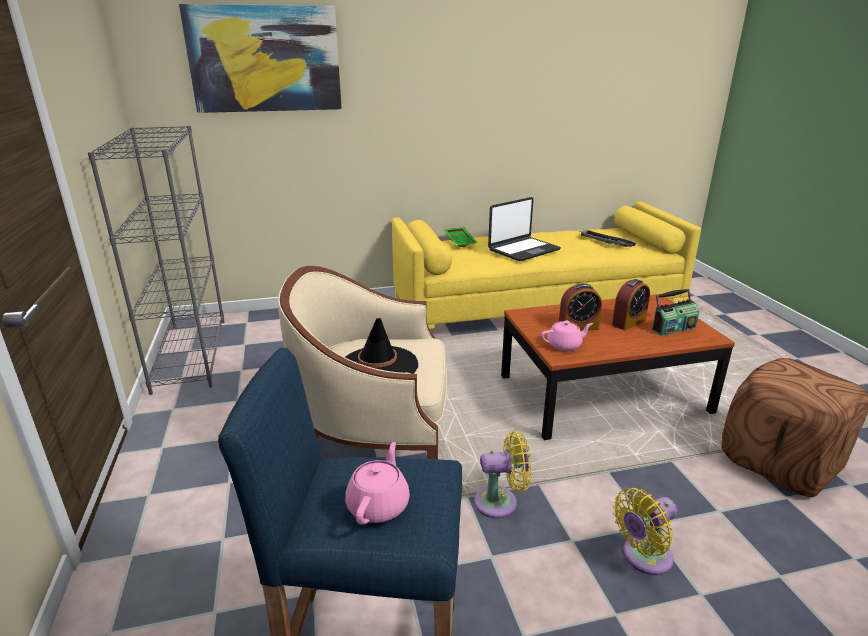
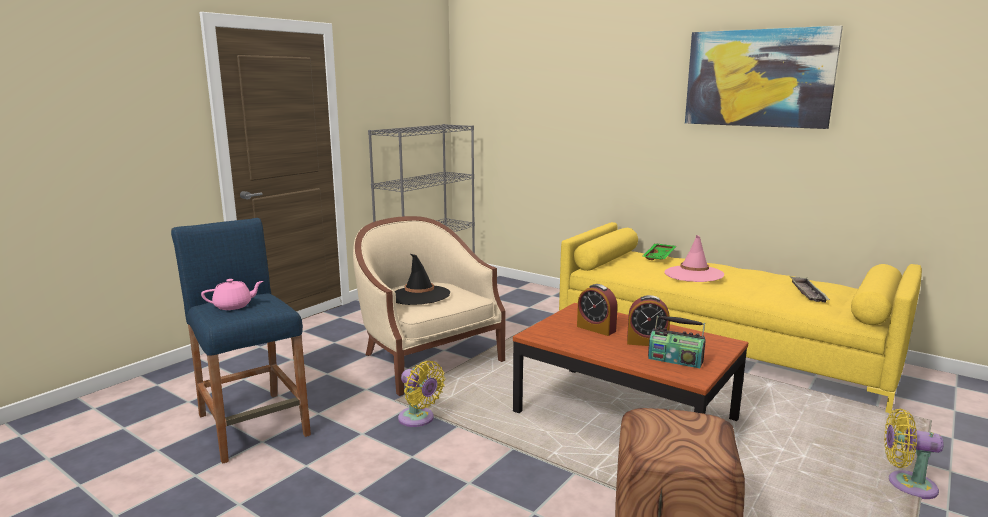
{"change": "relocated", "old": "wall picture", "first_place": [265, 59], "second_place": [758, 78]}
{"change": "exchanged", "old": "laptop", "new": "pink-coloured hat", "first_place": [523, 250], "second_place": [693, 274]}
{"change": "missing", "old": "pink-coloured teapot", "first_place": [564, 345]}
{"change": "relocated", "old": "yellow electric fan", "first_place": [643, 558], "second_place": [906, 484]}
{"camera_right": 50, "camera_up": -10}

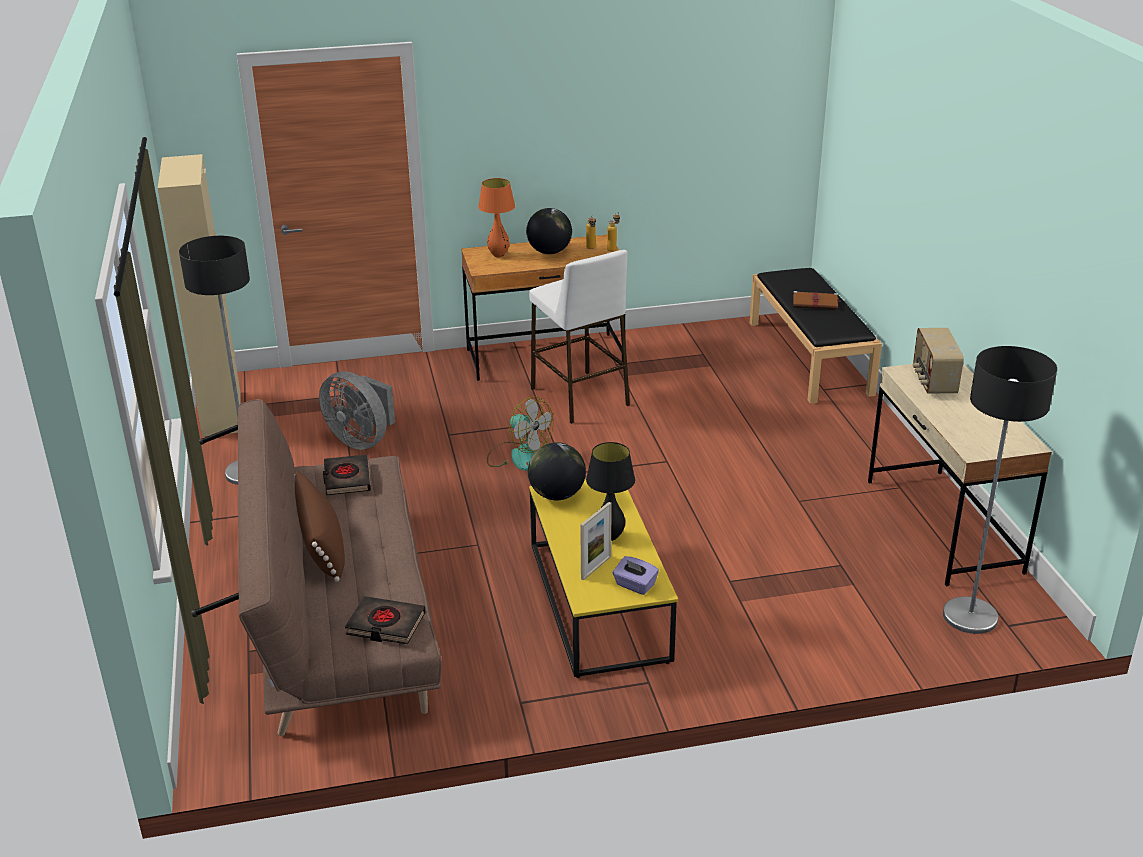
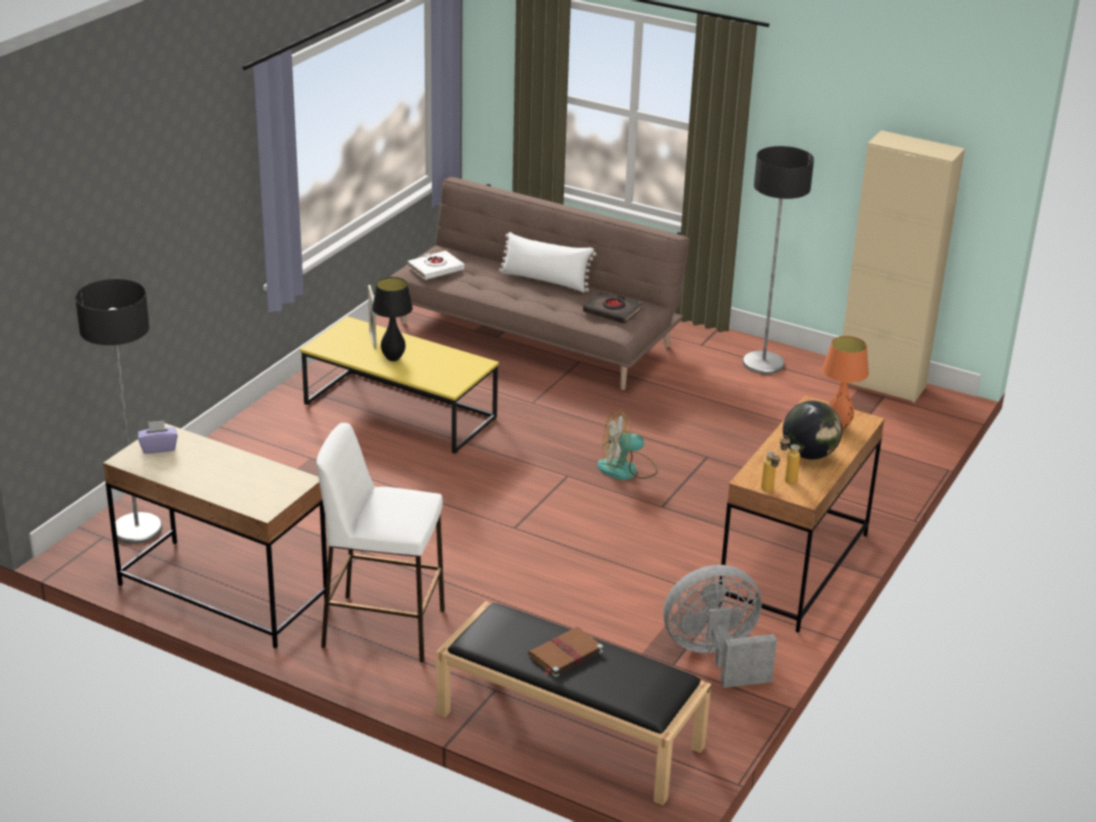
{"change": "relocated", "old": "white-coloured sitting stool", "first_place": [580, 397], "second_place": [382, 628]}
{"change": "missing", "old": "radio set", "first_place": [933, 382]}
{"change": "relocated", "old": "grey electric fan", "first_place": [361, 440], "second_place": [716, 656]}
{"change": "missing", "old": "desk globe", "first_place": [557, 495]}
{"change": "colour", "old": "brownish cushion", "new": "white-coloured cushion", "first_place": [322, 546], "second_place": [545, 280]}
{"change": "relocated", "old": "purple-coloured box of tissues", "first_place": [635, 585], "second_place": [158, 448]}
{"change": "colour", "old": "blackish volume", "new": "white-coloured volume", "first_place": [385, 625], "second_place": [435, 269]}
{"camera_right": 130, "camera_up": 0}

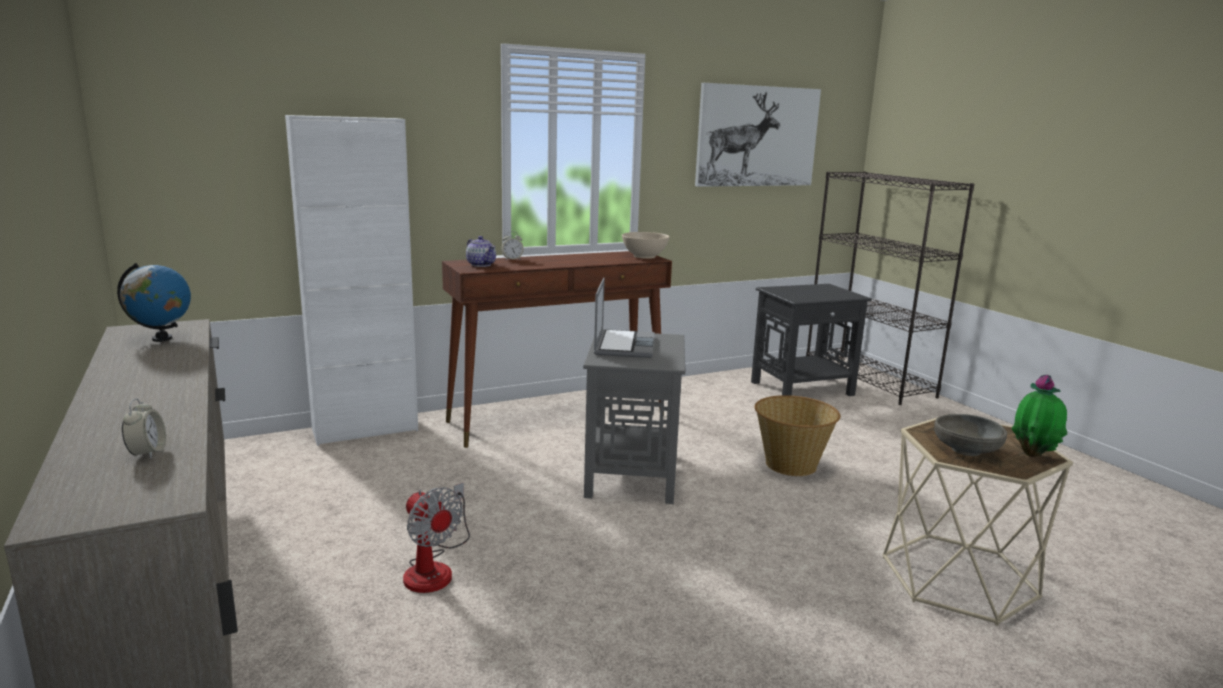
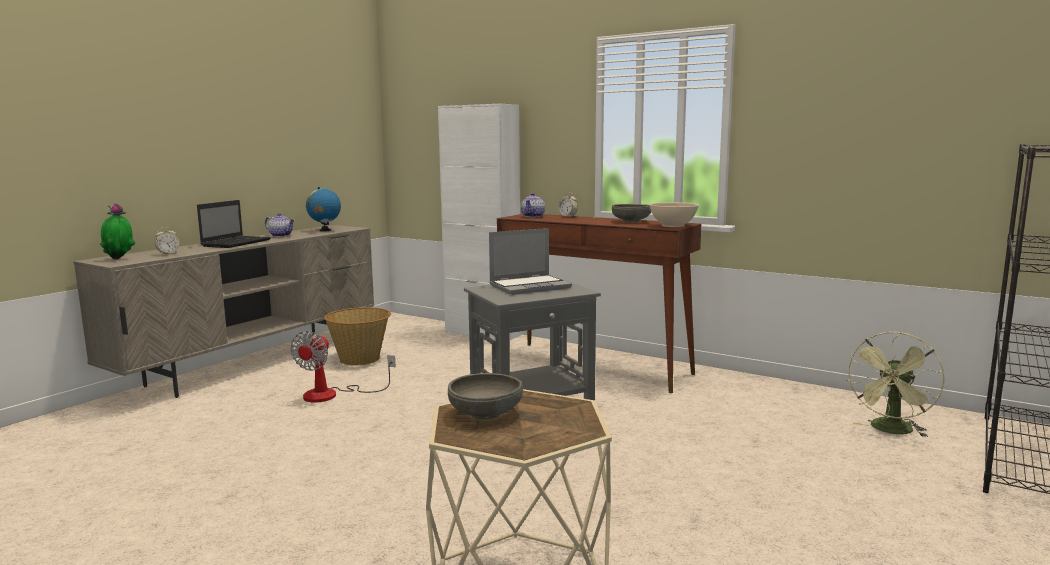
{"change": "missing", "old": "wall picture", "first_place": [757, 136]}
{"change": "exchanged", "old": "blackish end table", "new": "green-coloured electric fan", "first_place": [803, 388], "second_place": [891, 431]}
{"change": "relocated", "old": "houseplant", "first_place": [1033, 454], "second_place": [119, 259]}
{"change": "relocated", "old": "storage basket", "first_place": [791, 464], "second_place": [360, 359]}
{"change": "appeared", "new": "laptop", "second_place": [237, 243]}
{"change": "appeared", "new": "grey serving bowl", "second_place": [631, 221]}
{"change": "appeared", "new": "teapot", "second_place": [281, 235]}
{"camera_right": 60, "camera_up": -5}

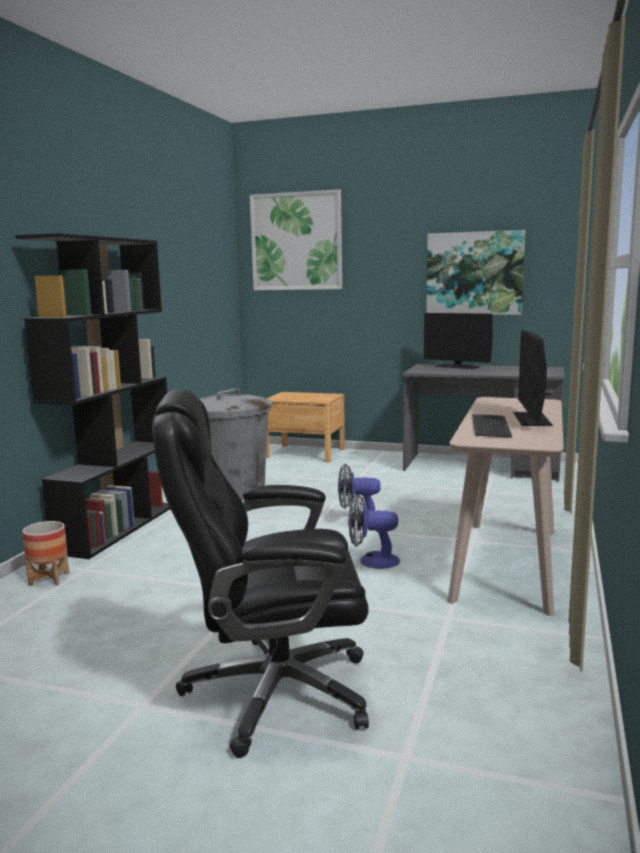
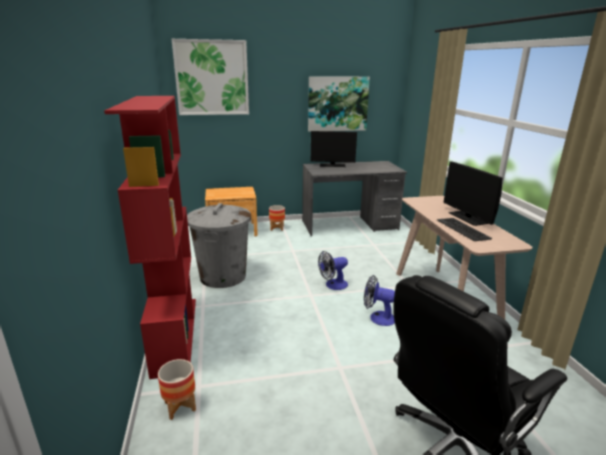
{"change": "colour", "old": "blackish bookshelf", "new": "reddish bookshelf", "first_place": [117, 527], "second_place": [175, 334]}
{"change": "spun", "old": "electric fan", "first_place": [372, 561], "second_place": [378, 317], "degrees": 45}
{"change": "appeared", "new": "planter", "second_place": [277, 228]}
{"camera_right": -30, "camera_up": 10}

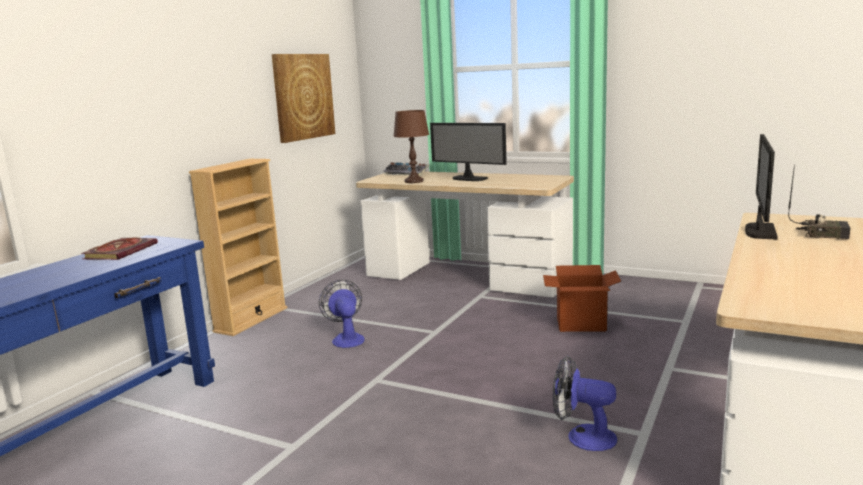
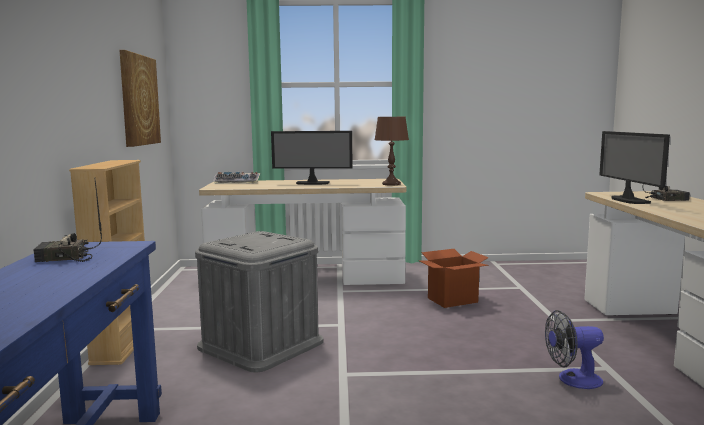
{"change": "relocated", "old": "brownish tabletop lamp", "first_place": [414, 181], "second_place": [391, 184]}
{"change": "exchanged", "old": "volume", "new": "radio set", "first_place": [121, 251], "second_place": [64, 258]}
{"change": "exchanged", "old": "electric fan", "new": "grey storage container", "first_place": [346, 338], "second_place": [261, 344]}
{"camera_right": -30, "camera_up": -5}

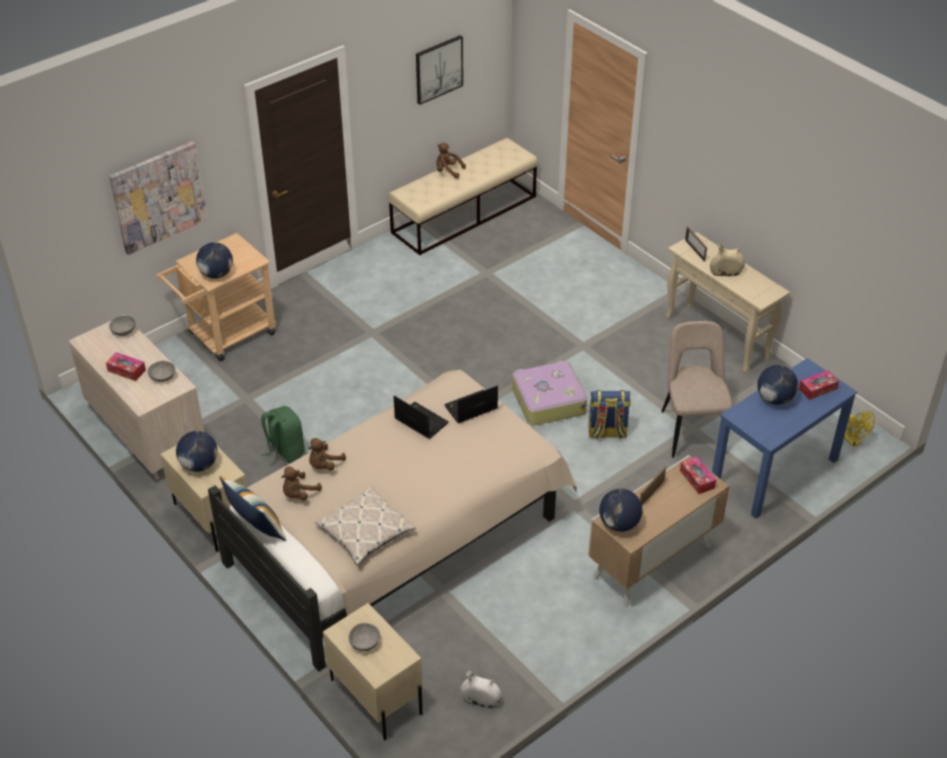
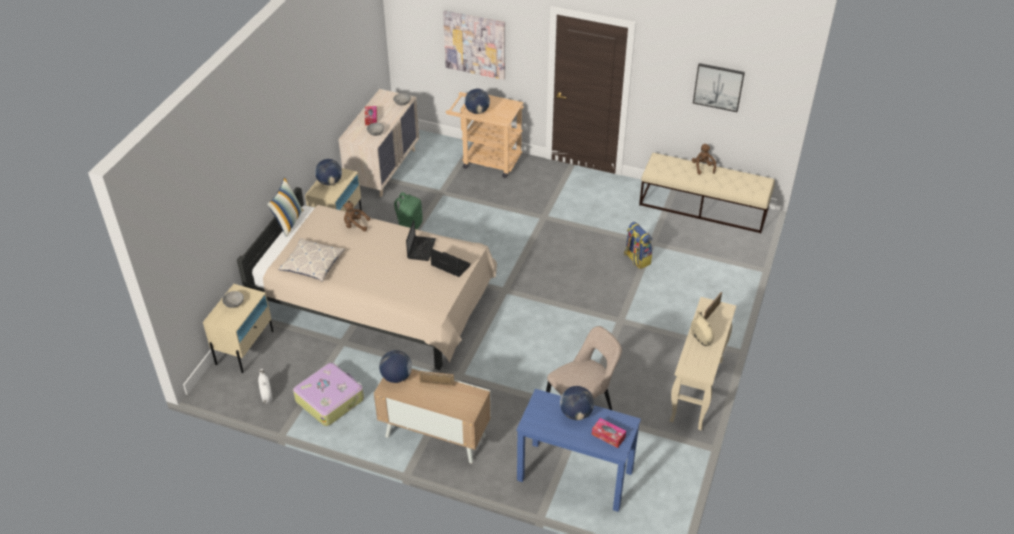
{"change": "relocated", "old": "piece of luggage", "first_place": [547, 401], "second_place": [330, 399]}
{"change": "relocated", "old": "knapsack", "first_place": [607, 432], "second_place": [636, 259]}
{"change": "missing", "old": "yellow electric fan", "first_place": [853, 441]}
{"change": "missing", "old": "box of tissues", "first_place": [697, 479]}
{"change": "missing", "old": "brownish cuddly toy", "first_place": [299, 494]}
{"camera_right": 60, "camera_up": 0}

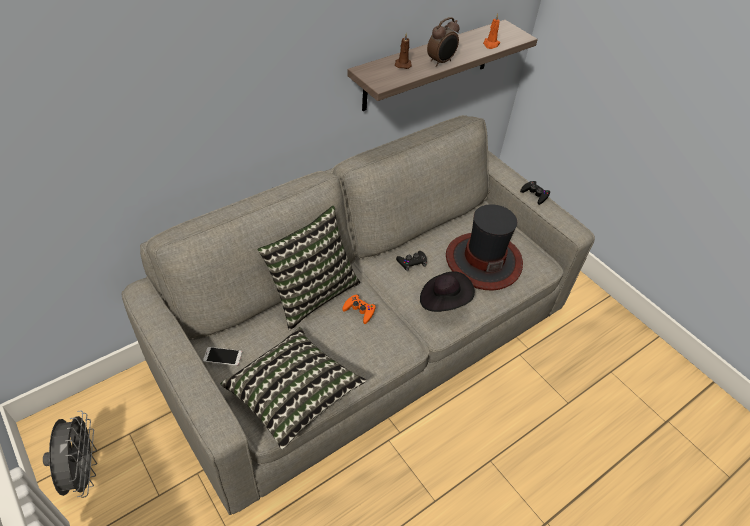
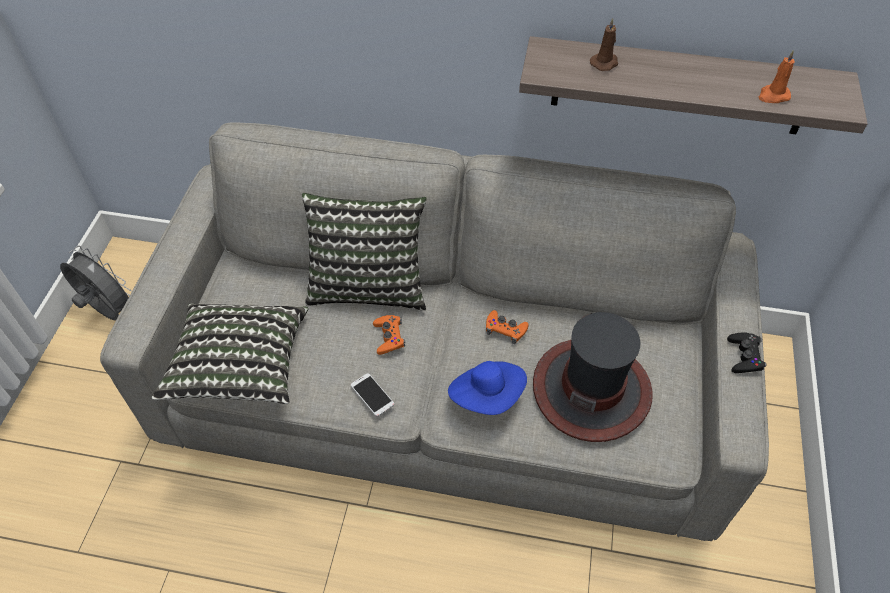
{"change": "missing", "old": "table clock", "first_place": [441, 62]}
{"change": "colour", "old": "blackish game controller", "new": "orange game controller", "first_place": [412, 262], "second_place": [505, 329]}
{"change": "colour", "old": "blackish hat", "new": "blue hat", "first_place": [444, 300], "second_place": [487, 396]}
{"change": "relocated", "old": "telephone", "first_place": [223, 356], "second_place": [372, 395]}
{"change": "spun", "old": "grey electric fan", "first_place": [83, 472], "second_place": [109, 312], "degrees": -90}
{"camera_right": 50, "camera_up": 5}

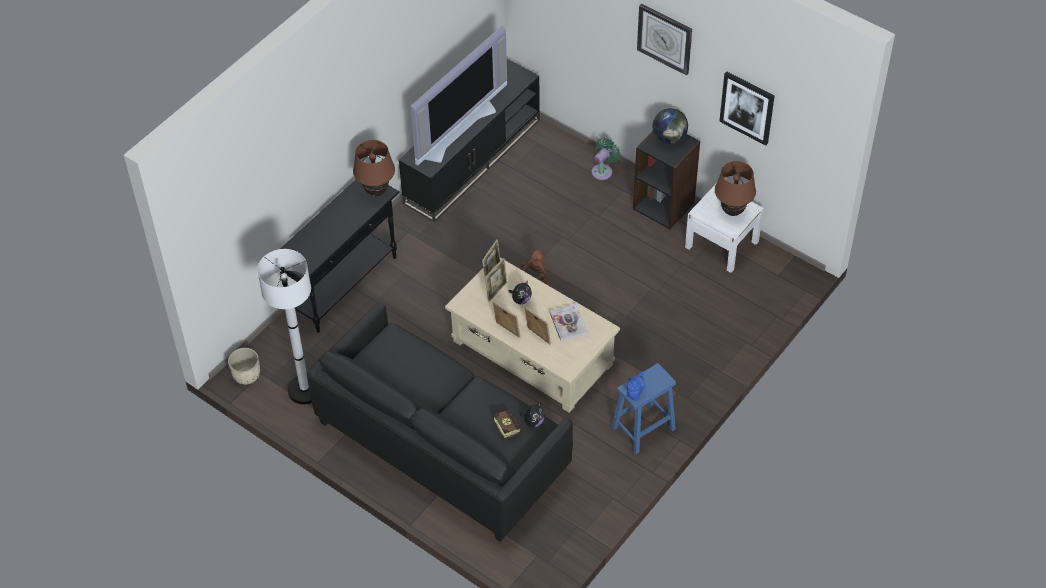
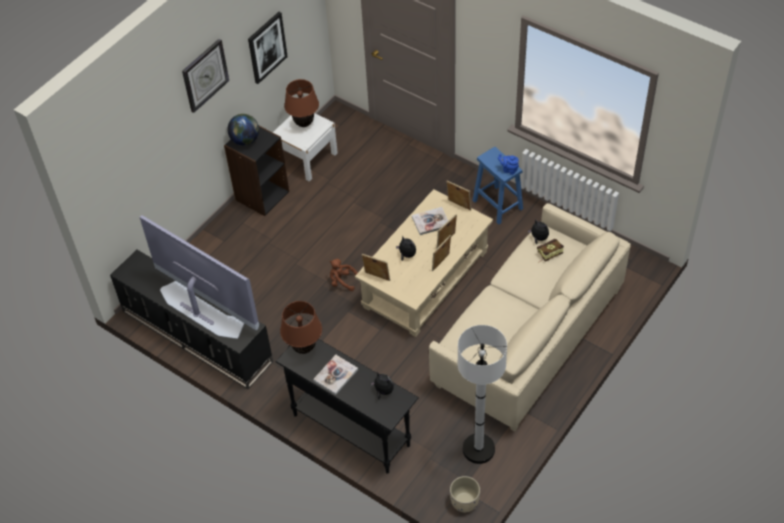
{"change": "missing", "old": "green-coloured electric fan", "first_place": [603, 170]}
{"change": "relocated", "old": "photo frame", "first_place": [496, 291], "second_place": [458, 205]}
{"change": "colour", "old": "blackish sofa", "new": "sand-coloured sofa", "first_place": [442, 444], "second_place": [528, 337]}
{"change": "appeared", "new": "volume", "second_place": [335, 375]}
{"change": "appeared", "new": "cuddly toy", "second_place": [383, 391]}
{"camera_right": -90, "camera_up": 0}

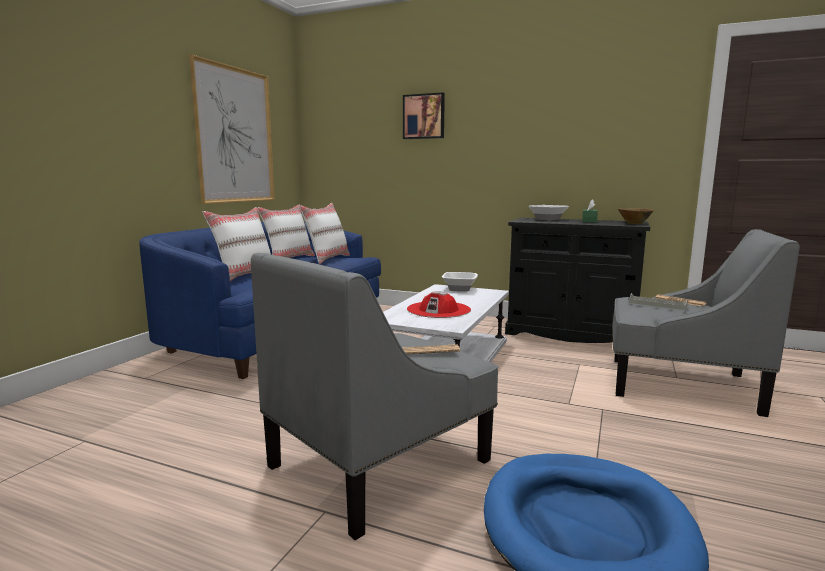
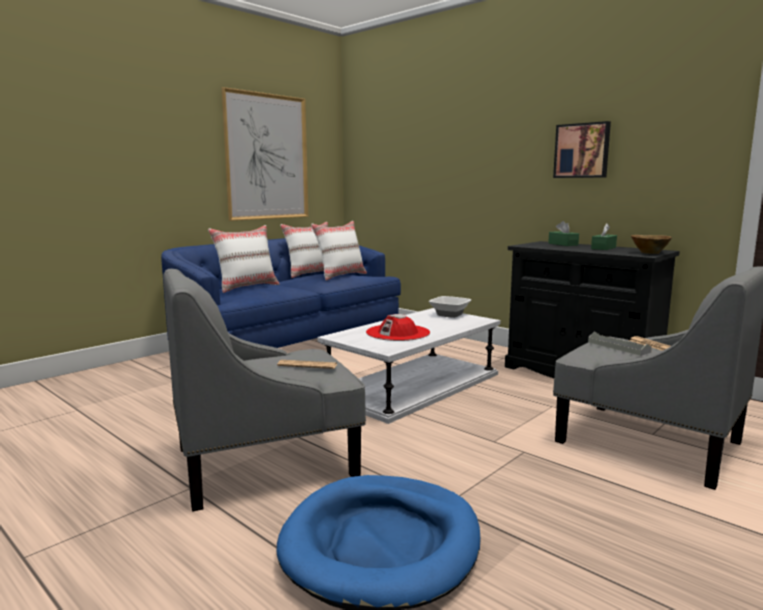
{"change": "relocated", "old": "wall picture", "first_place": [424, 116], "second_place": [582, 150]}
{"change": "exchanged", "old": "serving bowl", "new": "green-coloured box of tissues", "first_place": [548, 219], "second_place": [563, 244]}
{"camera_right": 20, "camera_up": 0}

